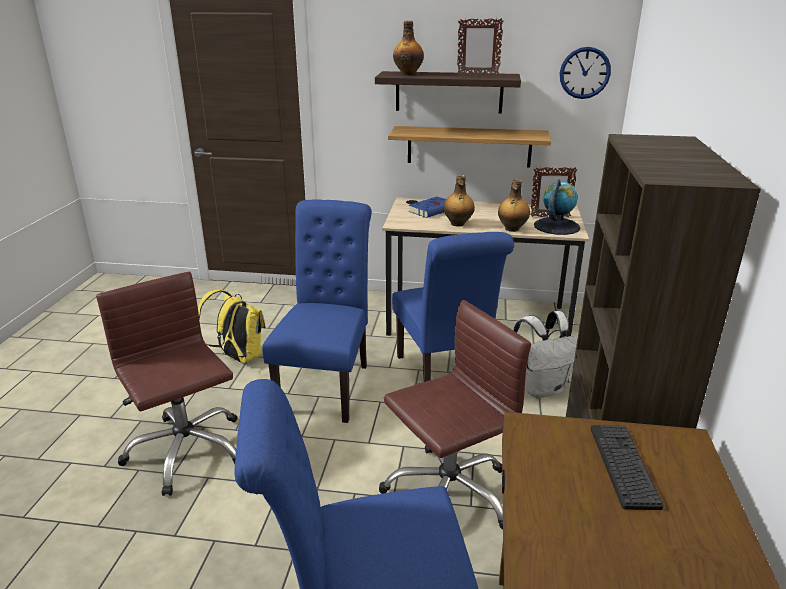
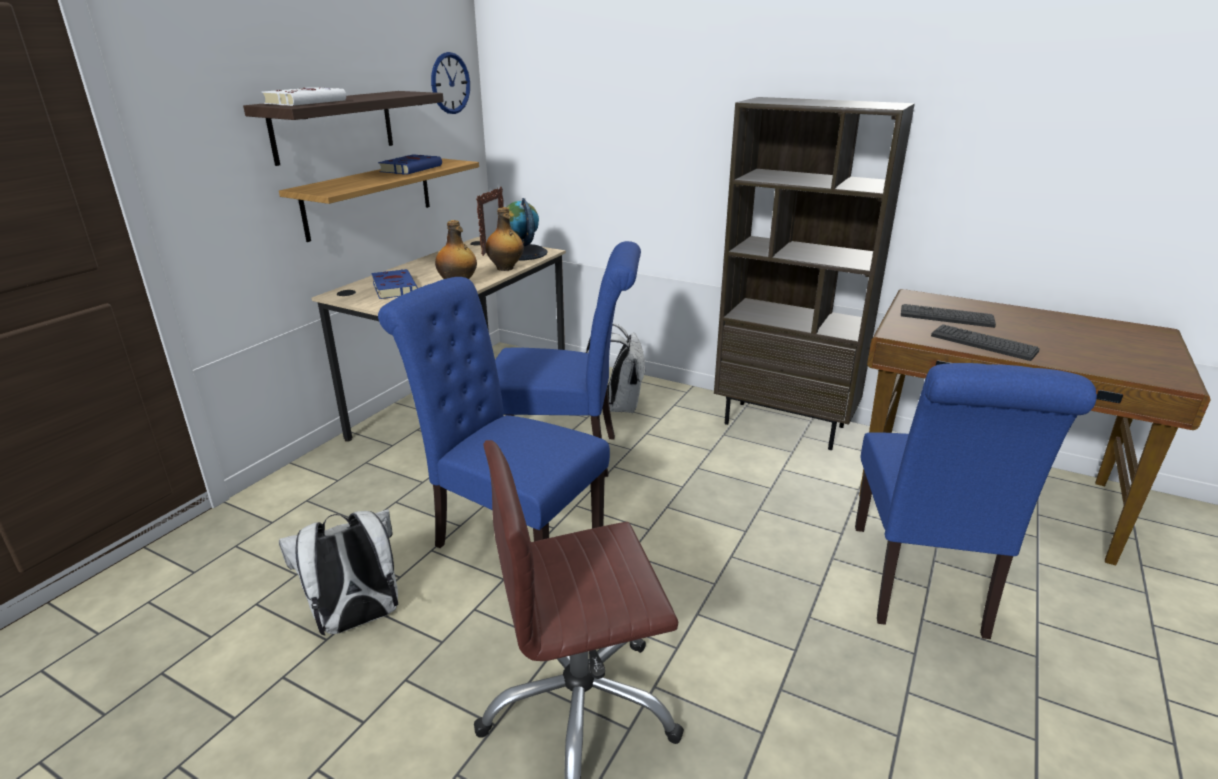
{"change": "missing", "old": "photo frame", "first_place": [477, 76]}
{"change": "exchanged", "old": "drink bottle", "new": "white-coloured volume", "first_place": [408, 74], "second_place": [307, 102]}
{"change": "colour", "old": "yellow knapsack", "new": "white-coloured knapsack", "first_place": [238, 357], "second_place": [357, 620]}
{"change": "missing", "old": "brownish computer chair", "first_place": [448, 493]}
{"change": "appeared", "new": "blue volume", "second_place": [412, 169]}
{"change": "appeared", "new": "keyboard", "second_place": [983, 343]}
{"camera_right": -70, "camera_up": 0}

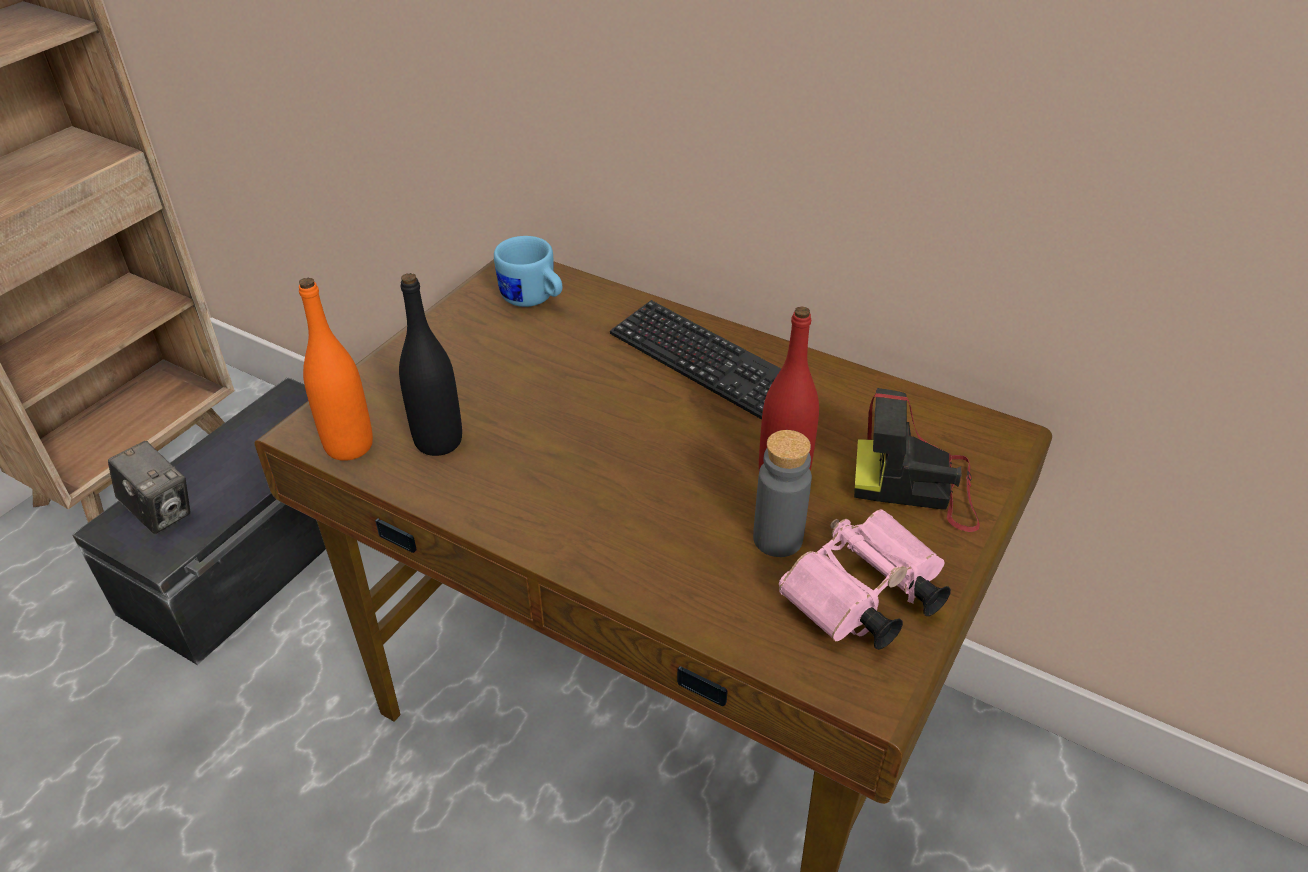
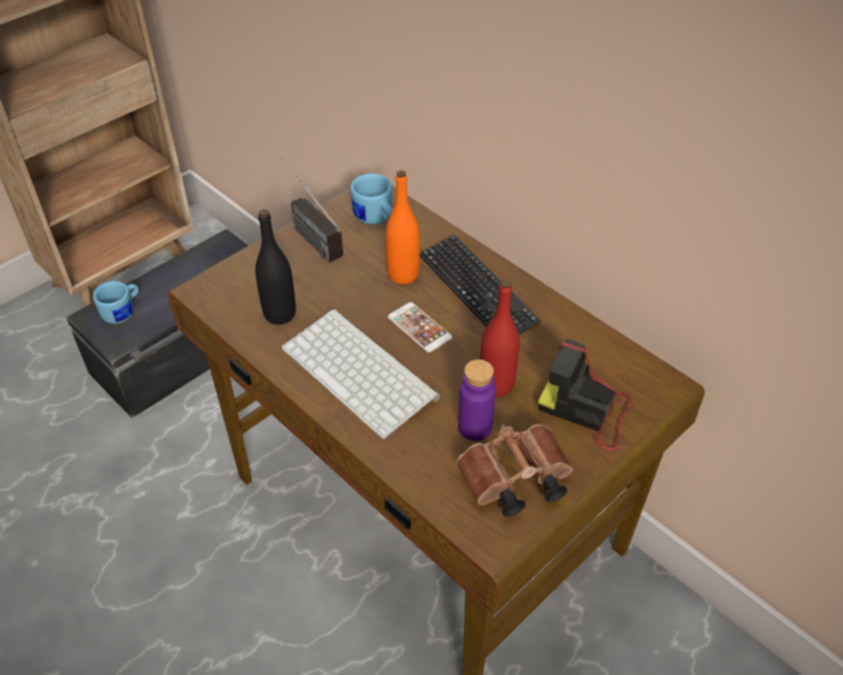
{"change": "relocated", "old": "orange drink bottle", "first_place": [349, 446], "second_place": [403, 274]}
{"change": "colour", "old": "grey drink bottle", "new": "purple-coloured drink bottle", "first_place": [777, 539], "second_place": [475, 427]}
{"change": "exchanged", "old": "photo camera", "new": "blue mug", "first_place": [161, 512], "second_place": [123, 312]}
{"change": "colour", "old": "pink-coloured binoculars", "new": "brownish binoculars", "first_place": [861, 601], "second_place": [512, 482]}
{"change": "appeared", "new": "radio set", "second_place": [307, 233]}
{"change": "appeared", "new": "telephone", "second_place": [419, 328]}
{"change": "appeared", "new": "keyboard", "second_place": [362, 372]}
{"camera_right": 15, "camera_up": 5}

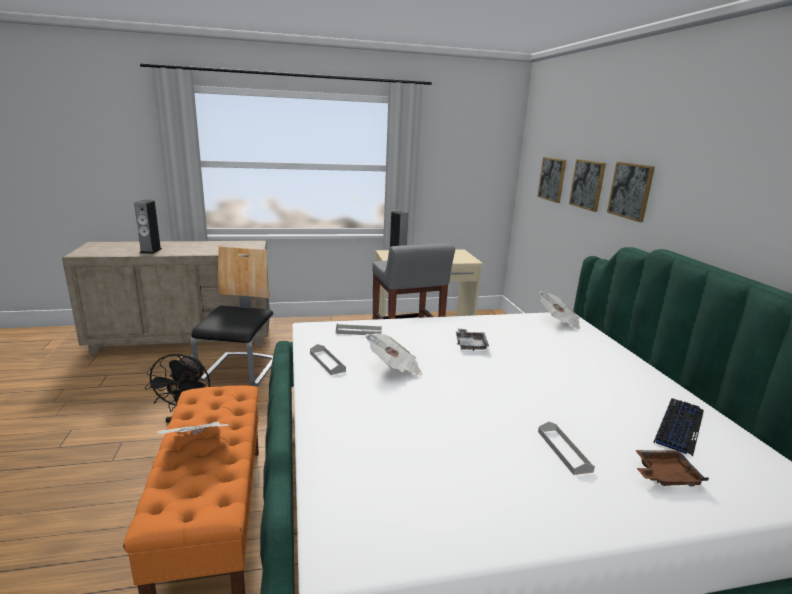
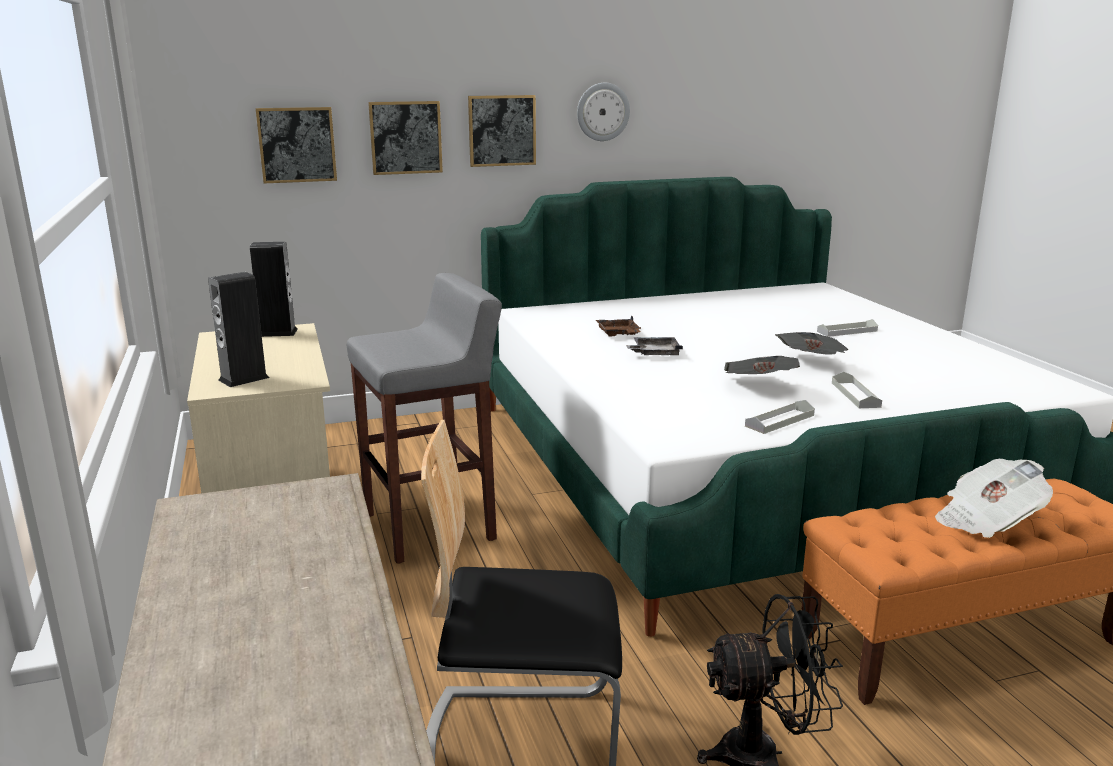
{"change": "relocated", "old": "speaker", "first_place": [151, 251], "second_place": [277, 332]}
{"change": "relocated", "old": "daily paper", "first_place": [558, 321], "second_place": [811, 362]}
{"change": "relocated", "old": "grey carrying tray", "first_place": [359, 331], "second_place": [855, 395]}
{"change": "missing", "old": "keyboard", "first_place": [679, 426]}
{"change": "relocated", "old": "brownish carrying tray", "first_place": [664, 475], "second_place": [618, 334]}
{"change": "appeared", "new": "wall clock", "second_place": [602, 112]}
{"camera_right": -95, "camera_up": 0}

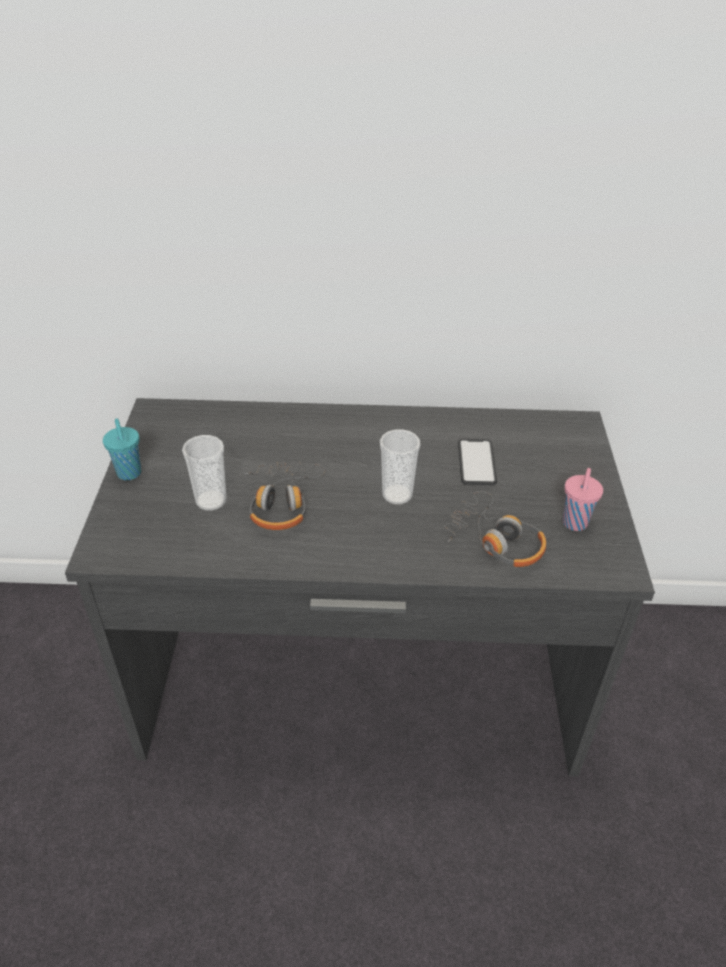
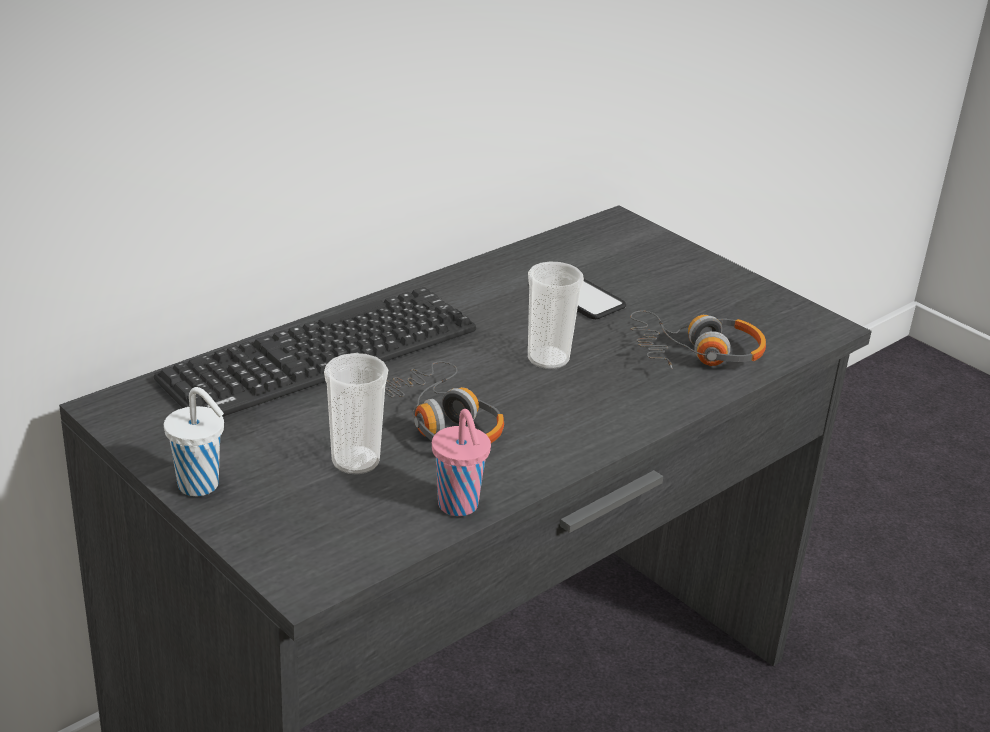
{"change": "colour", "old": "blue-green small cup", "new": "white-coloured small cup", "first_place": [129, 474], "second_place": [200, 486]}
{"change": "relocated", "old": "pink-coloured small cup", "first_place": [574, 524], "second_place": [459, 506]}
{"change": "appeared", "new": "keyboard", "second_place": [321, 355]}
{"camera_right": -45, "camera_up": -10}

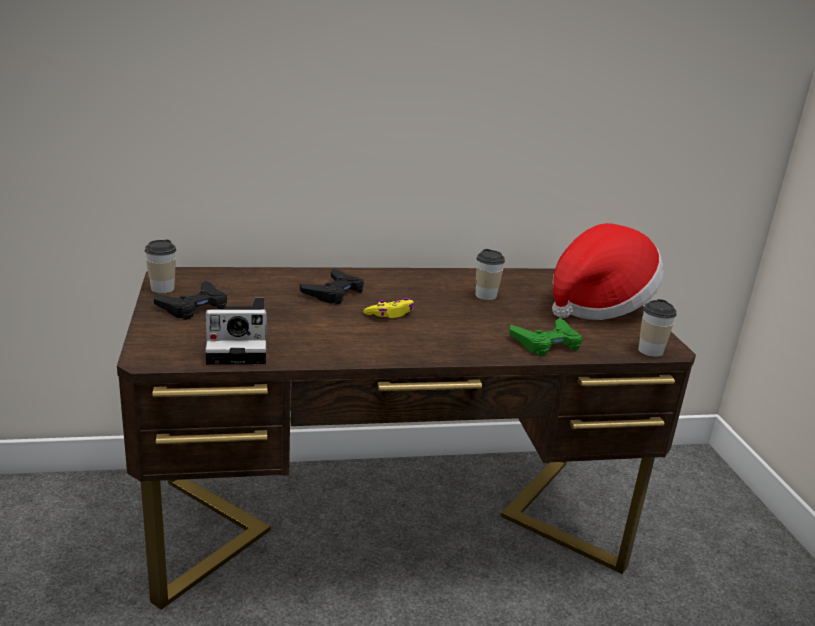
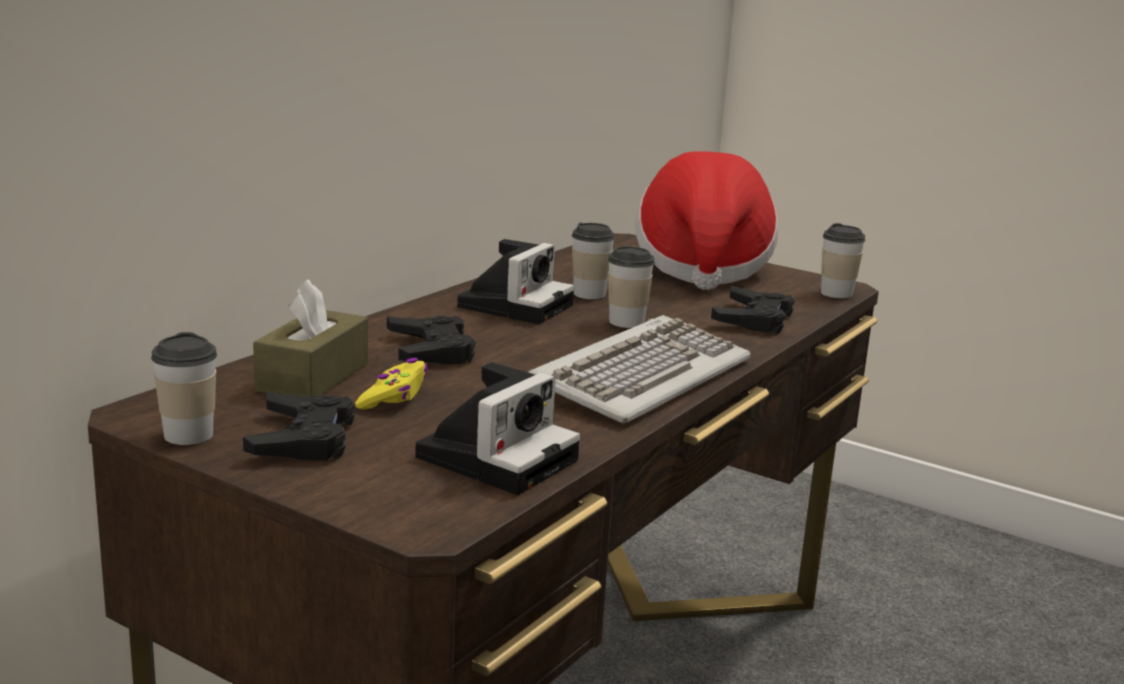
{"change": "relocated", "old": "yellow game controller", "first_place": [390, 314], "second_place": [394, 396]}
{"change": "colour", "old": "green-coloured game controller", "new": "blackish game controller", "first_place": [546, 343], "second_place": [753, 319]}
{"change": "appeared", "new": "photo camera", "second_place": [516, 305]}
{"change": "appeared", "new": "small cup", "second_place": [626, 322]}
{"change": "appeared", "new": "brownish box of tissues", "second_place": [313, 377]}
{"change": "appeared", "new": "keyboard", "second_place": [641, 376]}
{"camera_right": -45, "camera_up": -5}

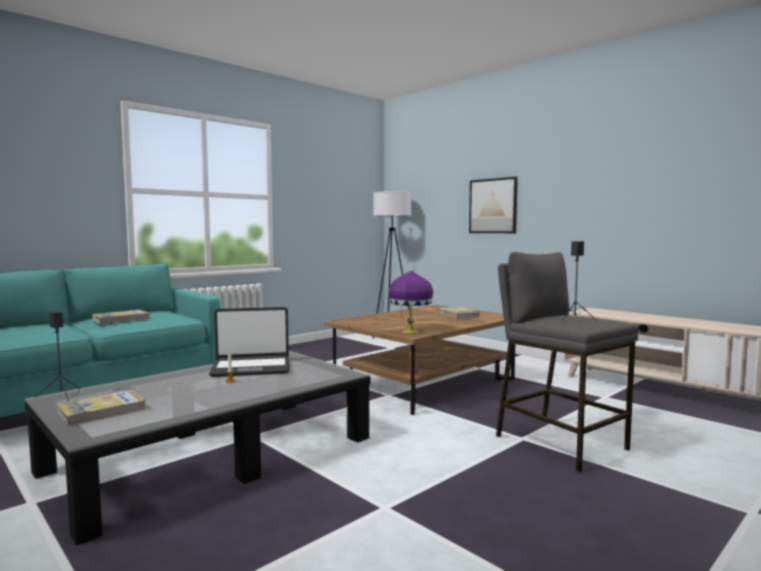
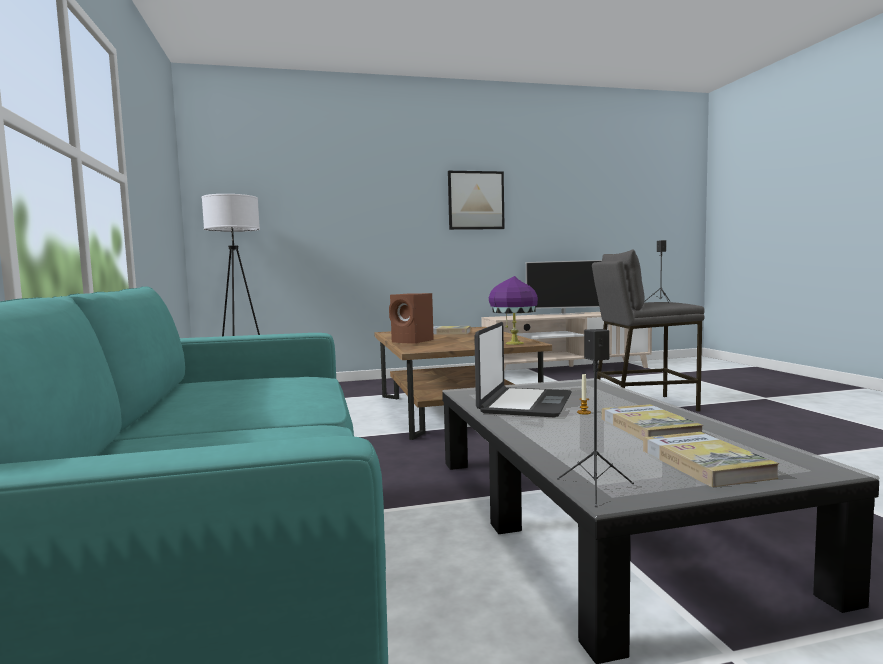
{"change": "relocated", "old": "wall picture", "first_place": [493, 206], "second_place": [476, 200]}
{"change": "relocated", "old": "volume", "first_place": [121, 319], "second_place": [648, 427]}
{"change": "appeared", "new": "television", "second_place": [564, 314]}
{"change": "appeared", "new": "brownish speaker", "second_place": [413, 341]}
{"camera_right": -60, "camera_up": 0}

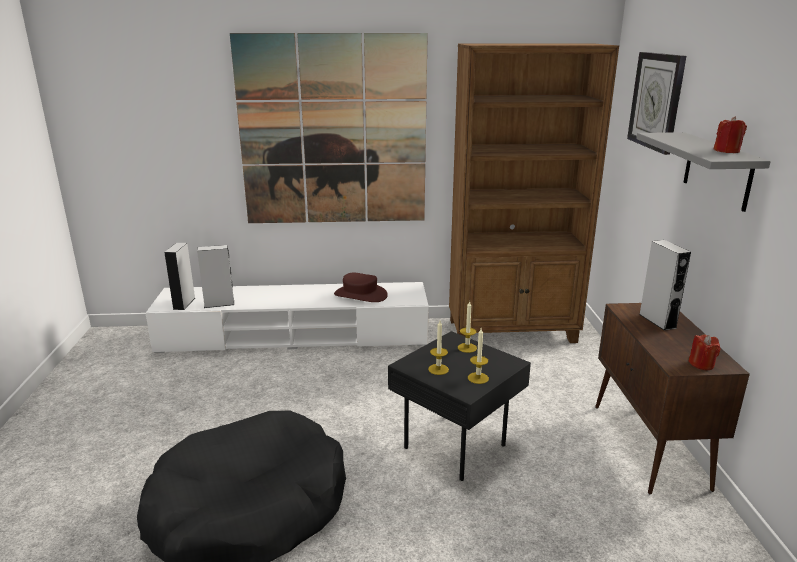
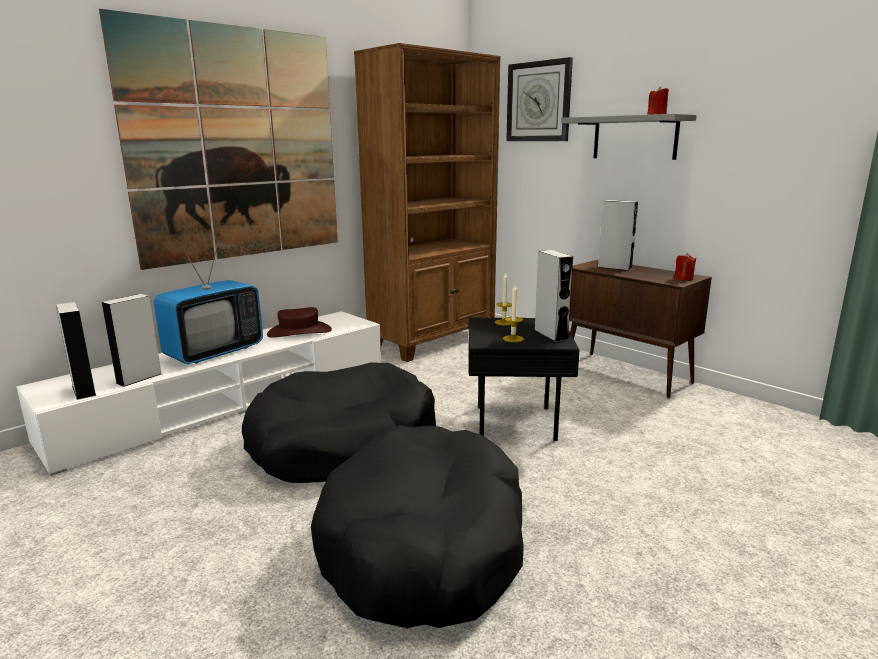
{"change": "exchanged", "old": "wax light", "new": "grey speaker", "first_place": [478, 378], "second_place": [551, 335]}
{"change": "appeared", "new": "television", "second_place": [214, 352]}
{"change": "appeared", "new": "blackish pet bed", "second_place": [343, 444]}
{"camera_right": -40, "camera_up": -5}

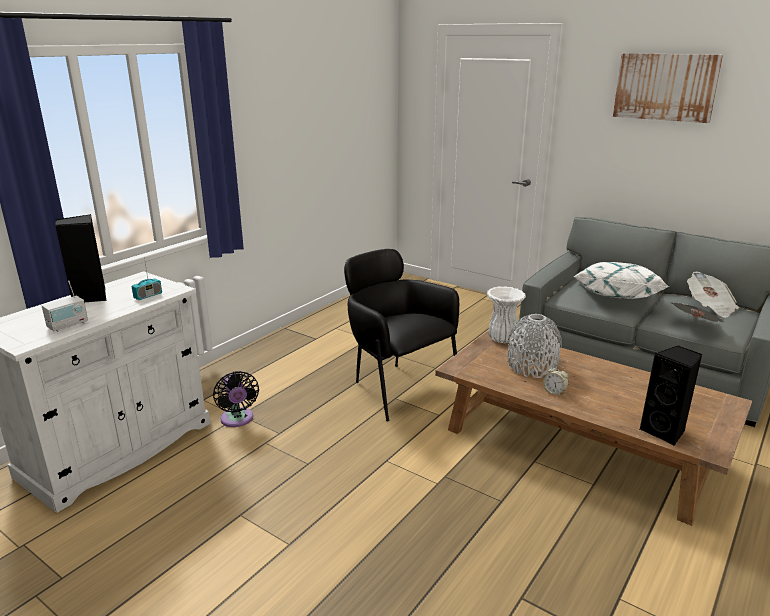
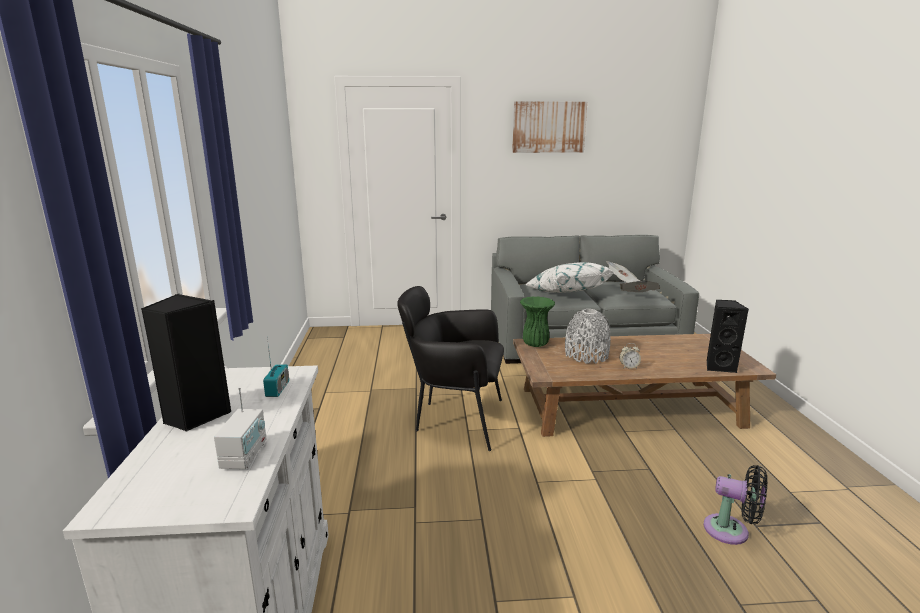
{"change": "colour", "old": "white-coloured flower vase", "new": "green-coloured flower vase", "first_place": [501, 339], "second_place": [534, 344]}
{"change": "relocated", "old": "blackish electric fan", "first_place": [237, 420], "second_place": [731, 531]}
{"camera_right": -40, "camera_up": -5}

